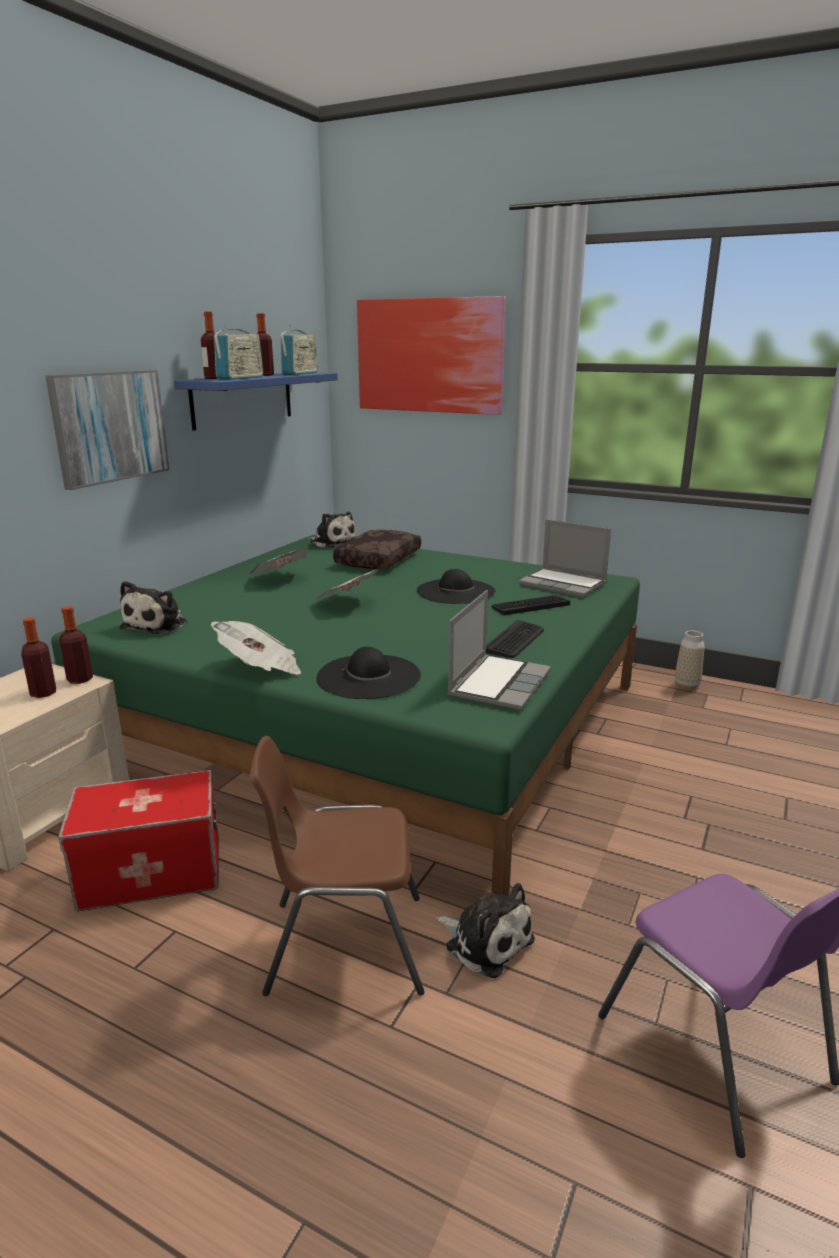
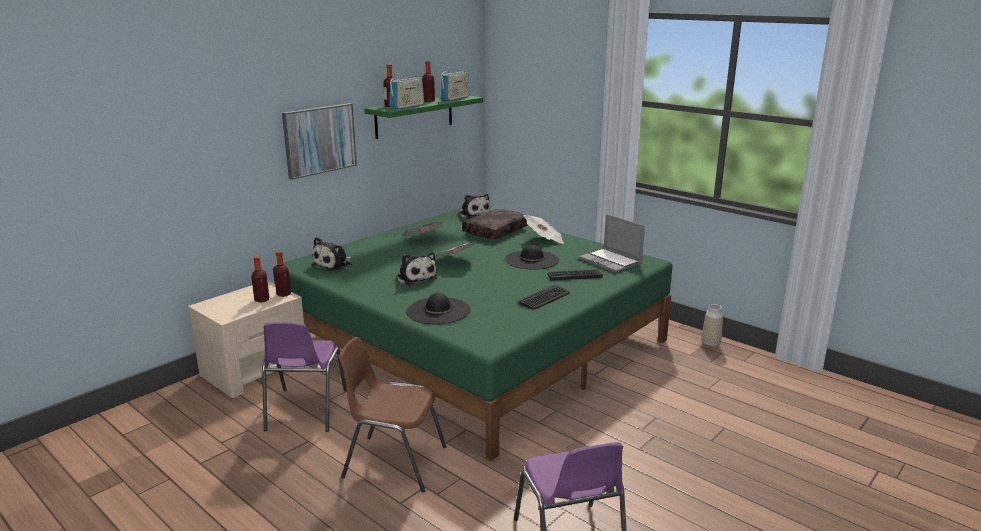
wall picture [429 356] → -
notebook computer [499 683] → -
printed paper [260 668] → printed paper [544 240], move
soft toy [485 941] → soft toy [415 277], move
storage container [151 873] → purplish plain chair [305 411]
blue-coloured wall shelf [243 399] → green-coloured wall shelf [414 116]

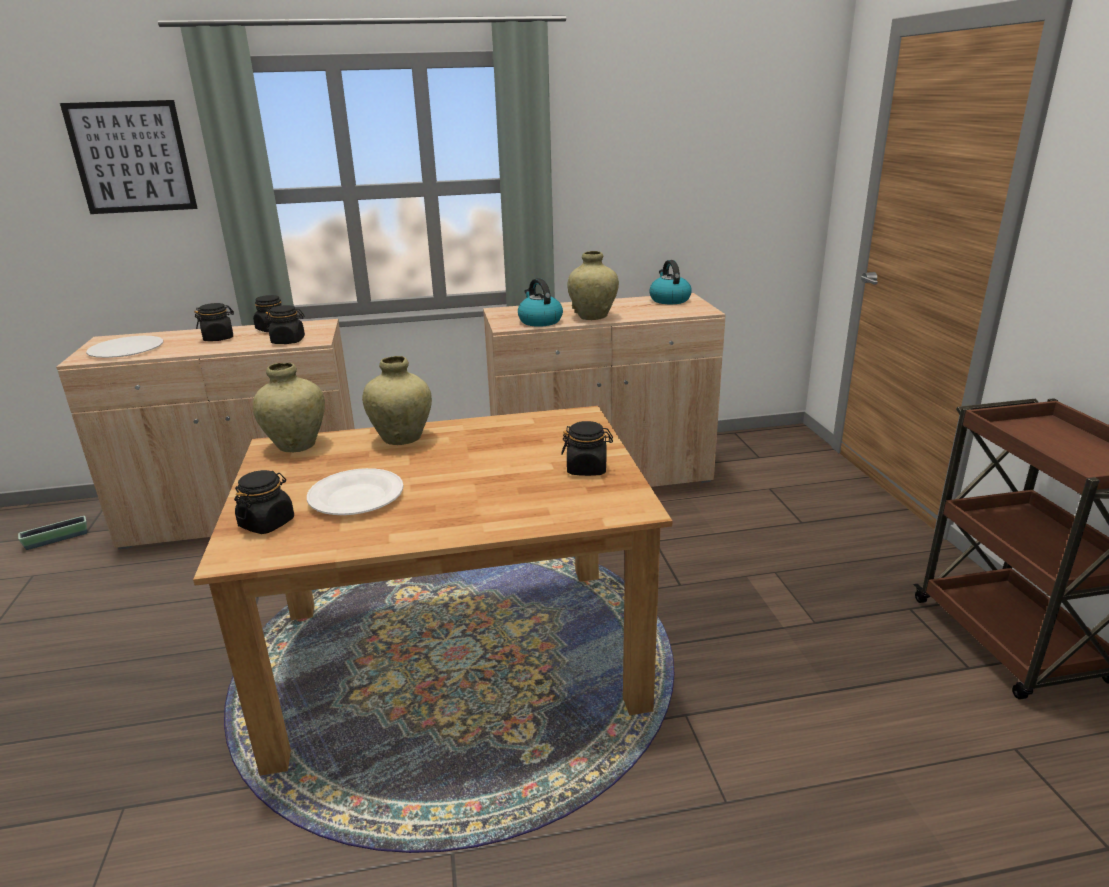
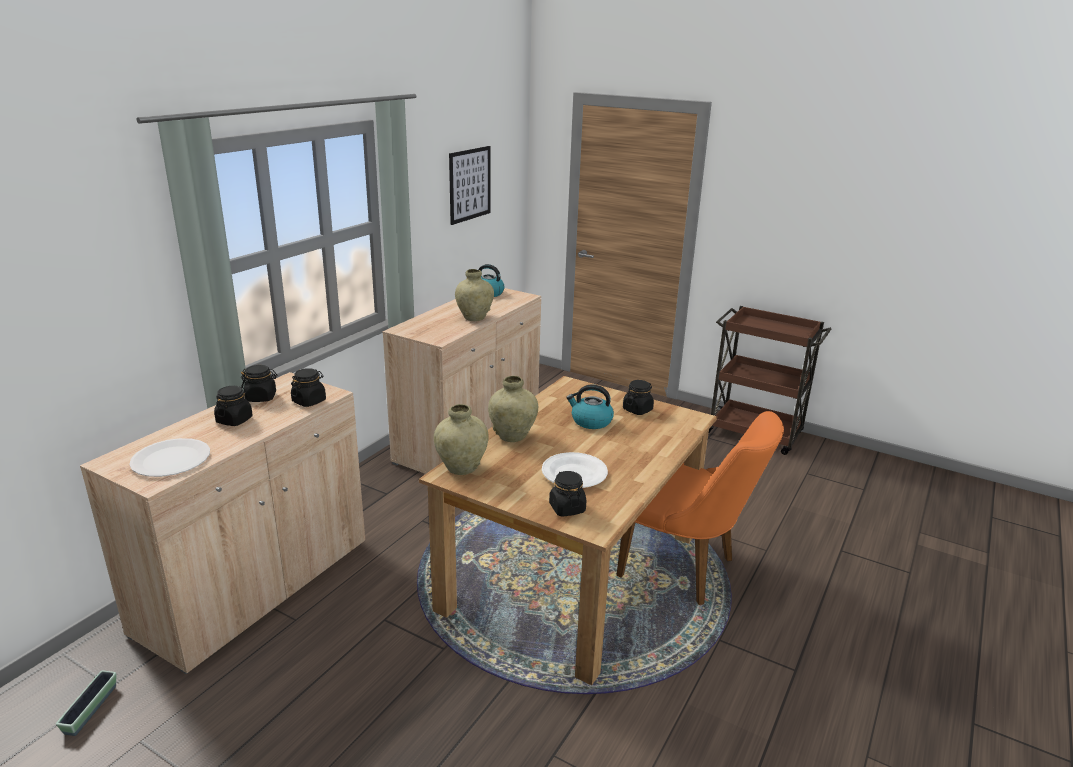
- → orangey plain chair [687 570]
wall picture [131 157] → wall picture [470 184], move
water kettle [539 321] → water kettle [590 421], move

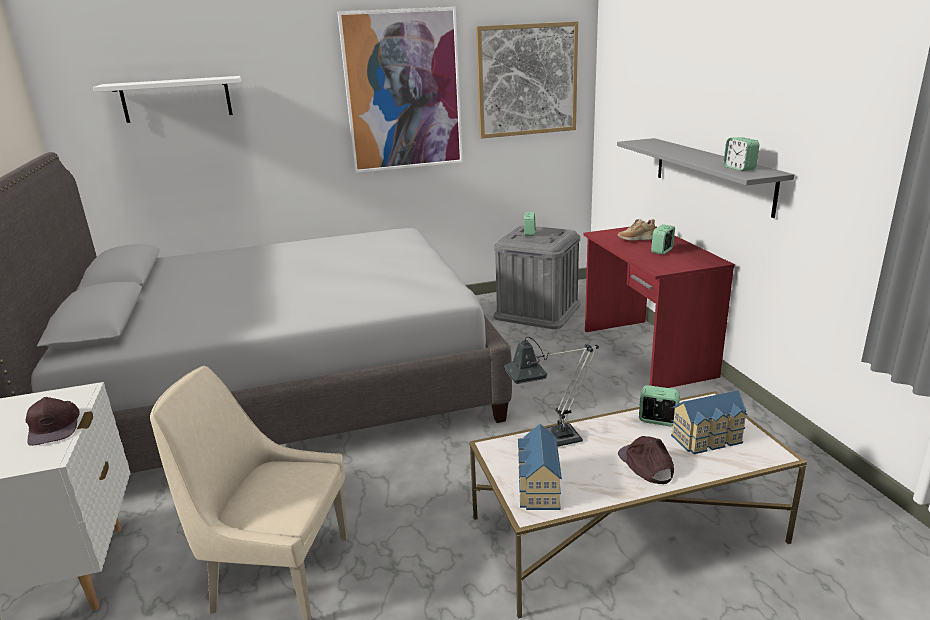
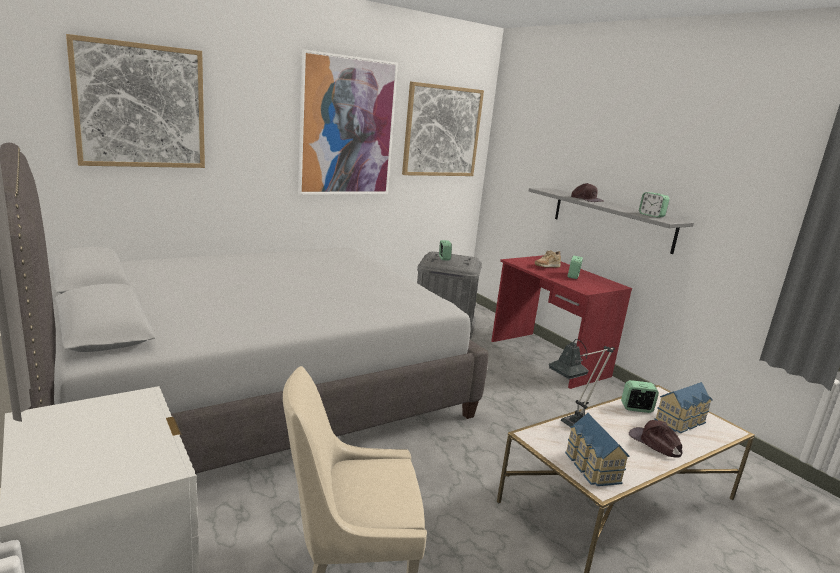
brown-coloured baseball cap [55 426] → brown-coloured baseball cap [586 199], move
whitish wall shelf [176 99] → wall picture [140 106]

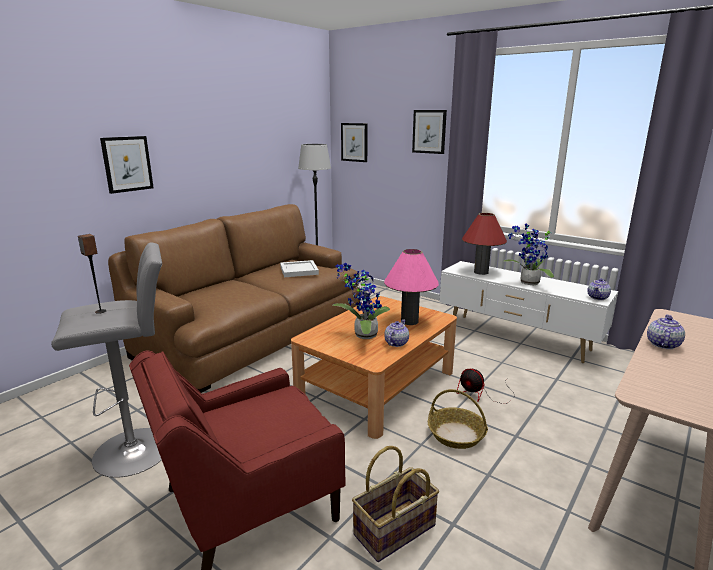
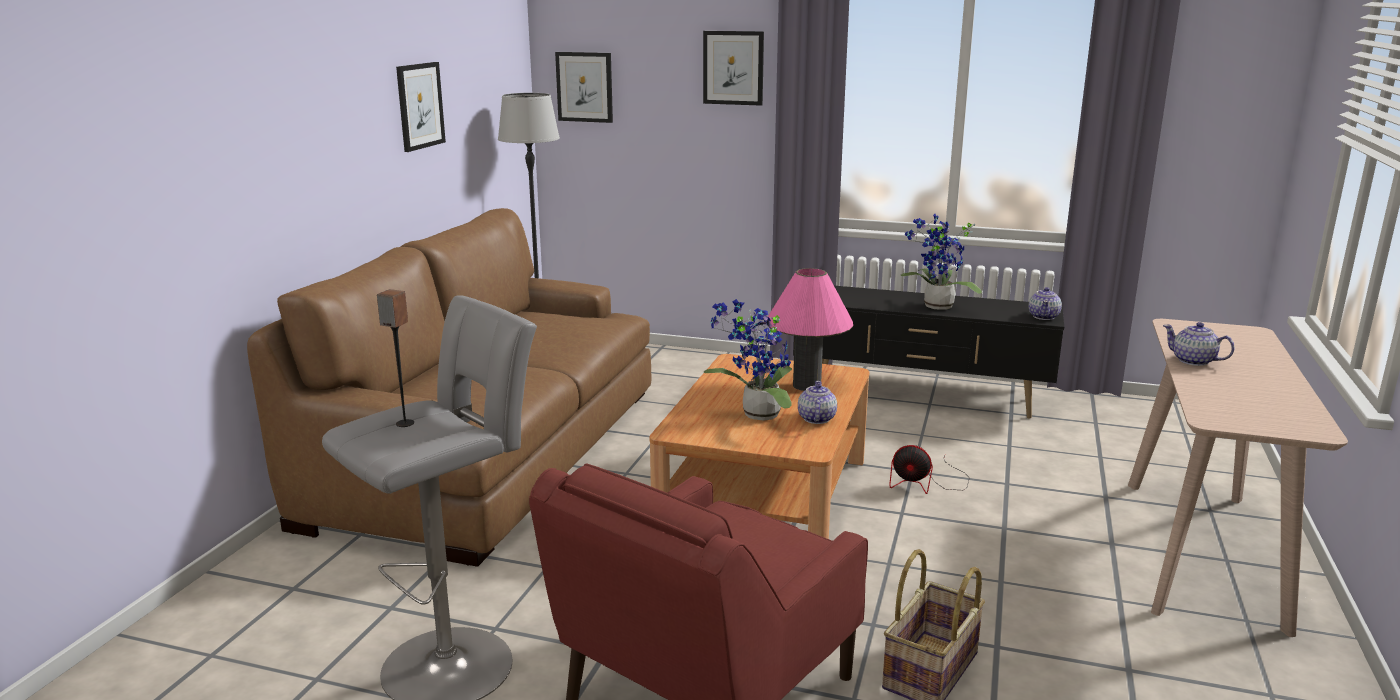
whitish tray [299 270] → -
storage basket [456 434] → -
red-coloured table lamp [481 272] → -
wall picture [127 164] → wall picture [420 106], move
whitish tv unit [517 338] → black tv unit [921 397]
tea pot [662 344] → tea pot [1194 361], 60 degrees counterclockwise

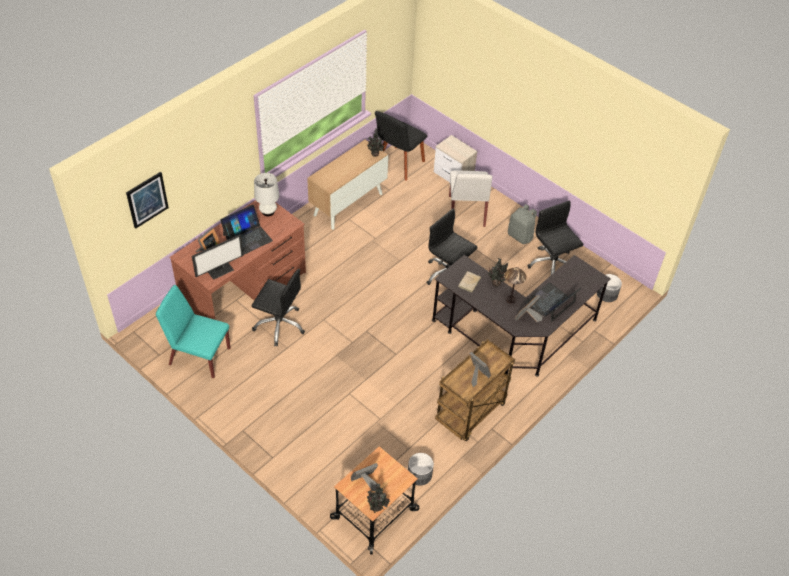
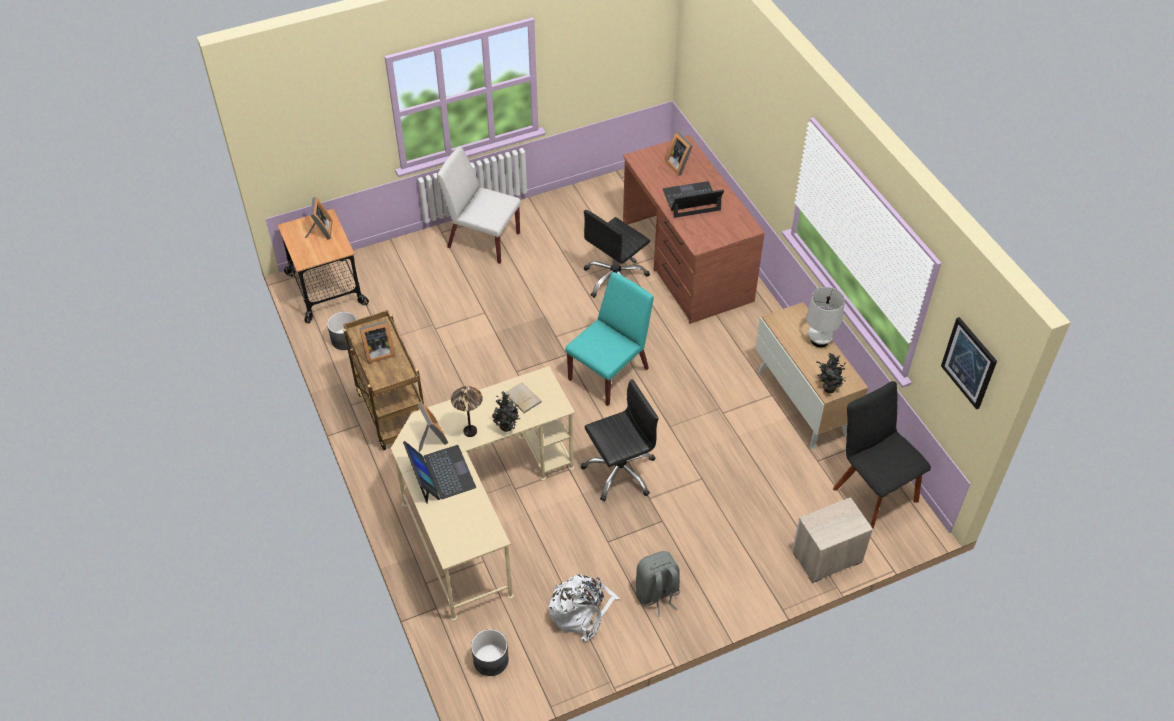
computer screen [220 270] → -
potted plant [377 508] → -
wall picture [147 199] → wall picture [969 363], move
blue-green plain chair [199 356] → blue-green plain chair [609 373], move
whitish table lamp [268 212] → whitish table lamp [819 340], move
whitish plain chair [466 211] → whitish plain chair [482 240], move
black computer chair [552 265] → whitish knapsack [581 610]
black desk unit [516 335] → sand-coloured desk unit [478 508]
notebook computer [247 237] → notebook computer [691 200], 90 degrees clockwise

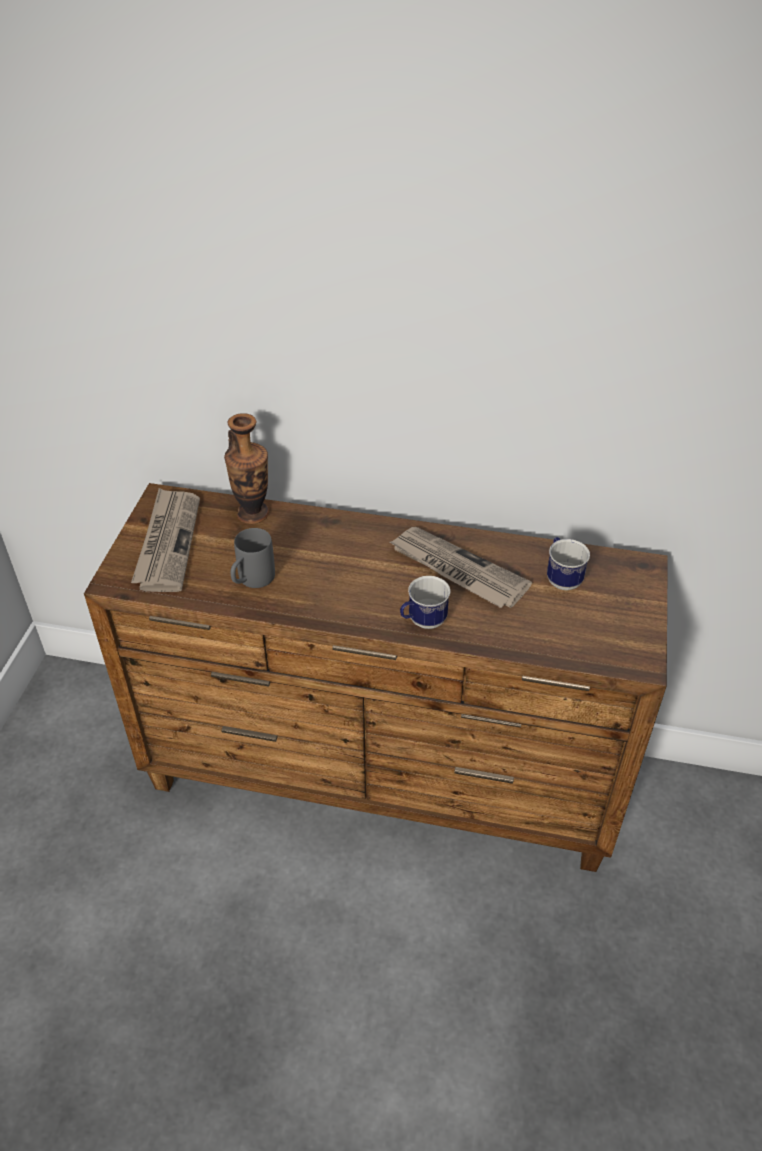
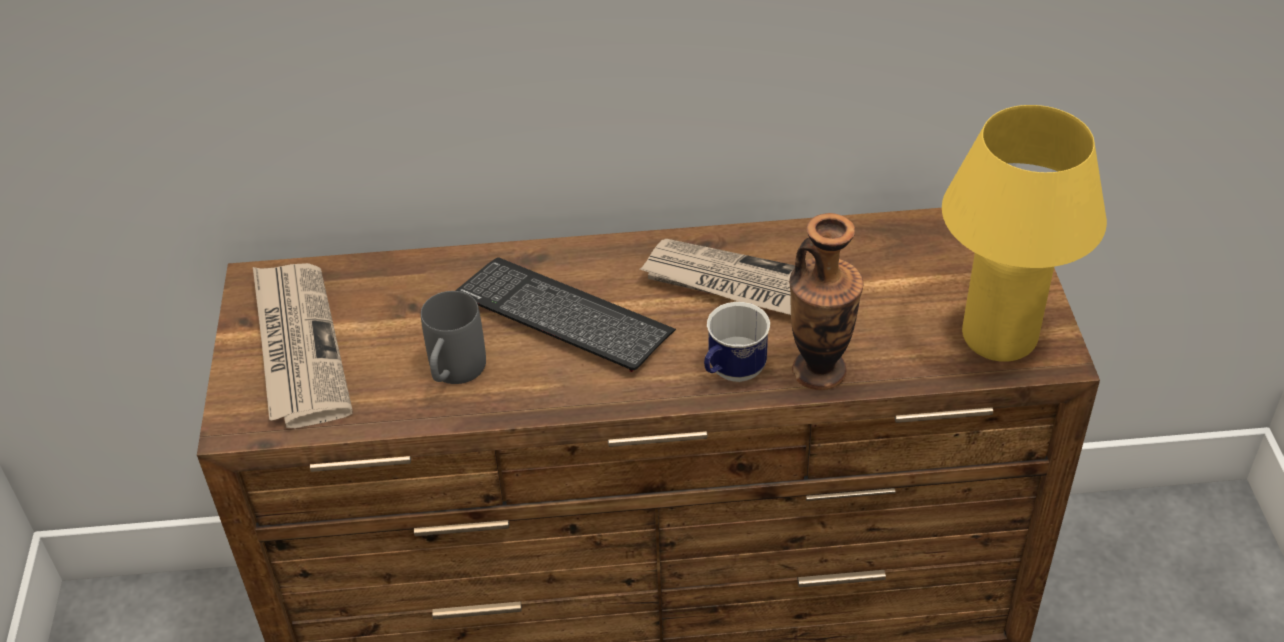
tea mug [561 578] → -
- → keyboard [563 317]
- → yellowish table lamp [999 337]
flower vase [253 514] → flower vase [819 371], move

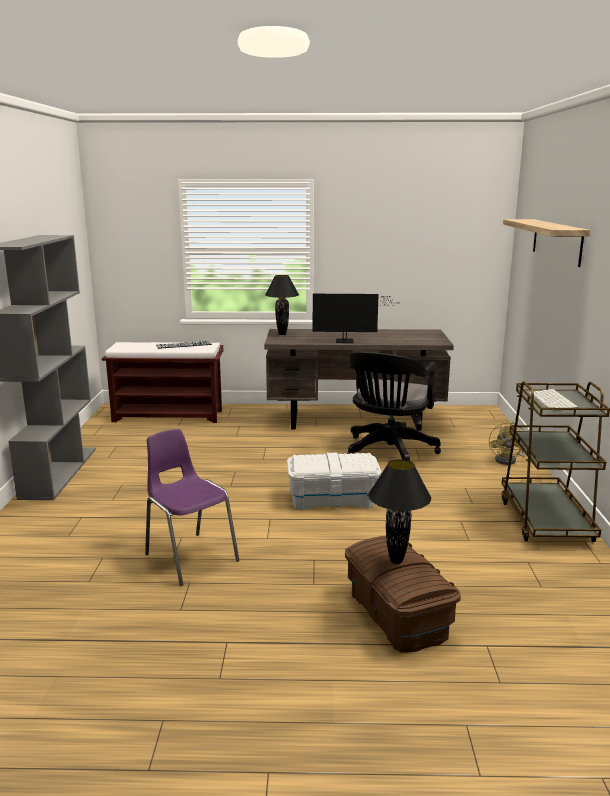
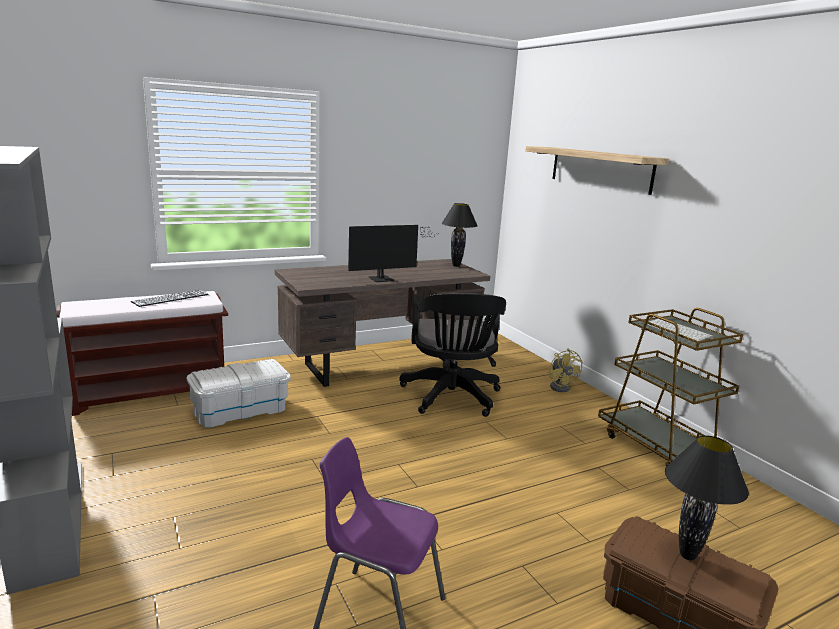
black table lamp [282 334] → black table lamp [456 265], move
whitish storage container [333 498] → whitish storage container [240 410], move

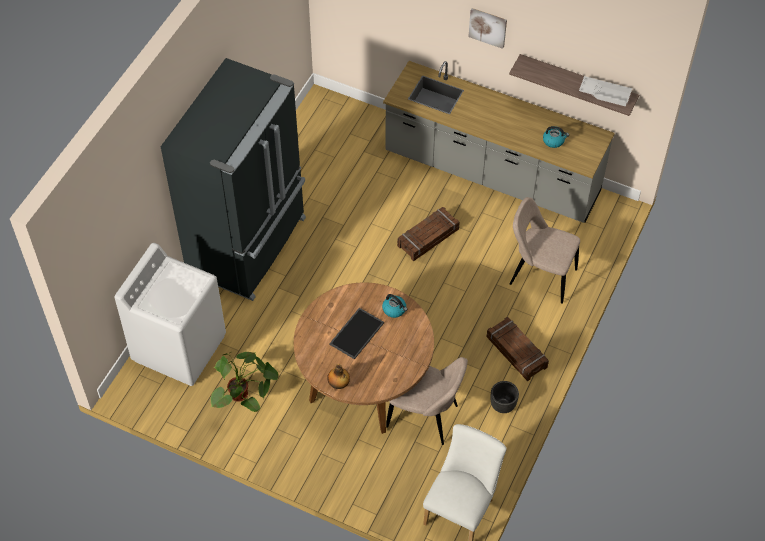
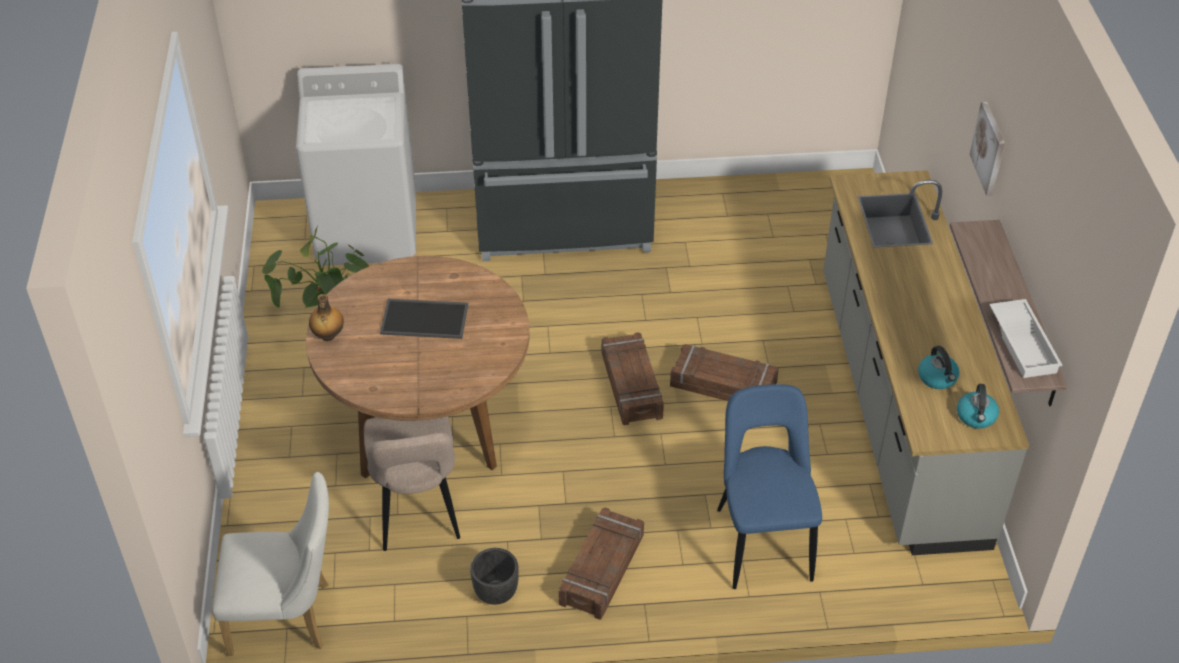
- → packing crate [632 385]
water kettle [394 309] → water kettle [976 417], move
sand-coloured plain chair [539 276] → blue-coloured plain chair [762 540]

